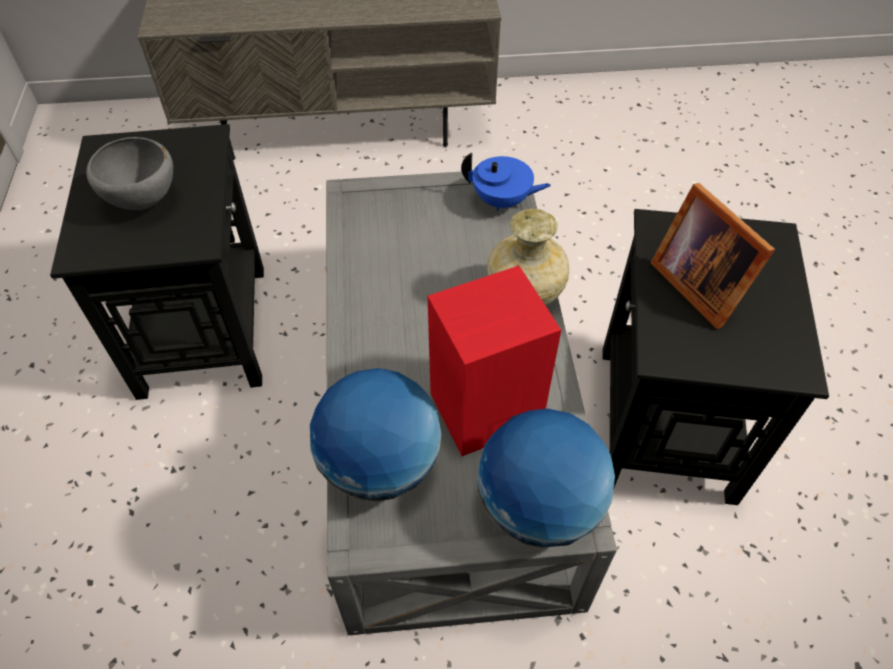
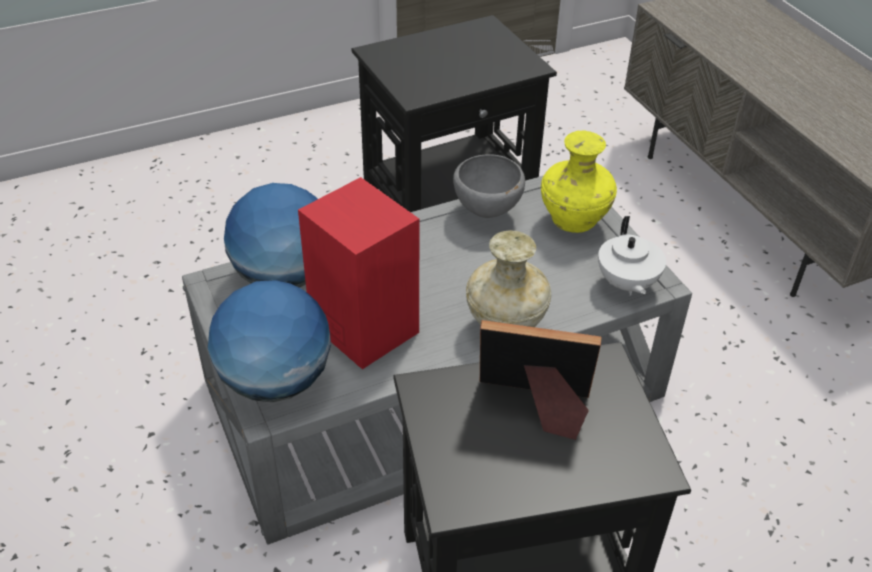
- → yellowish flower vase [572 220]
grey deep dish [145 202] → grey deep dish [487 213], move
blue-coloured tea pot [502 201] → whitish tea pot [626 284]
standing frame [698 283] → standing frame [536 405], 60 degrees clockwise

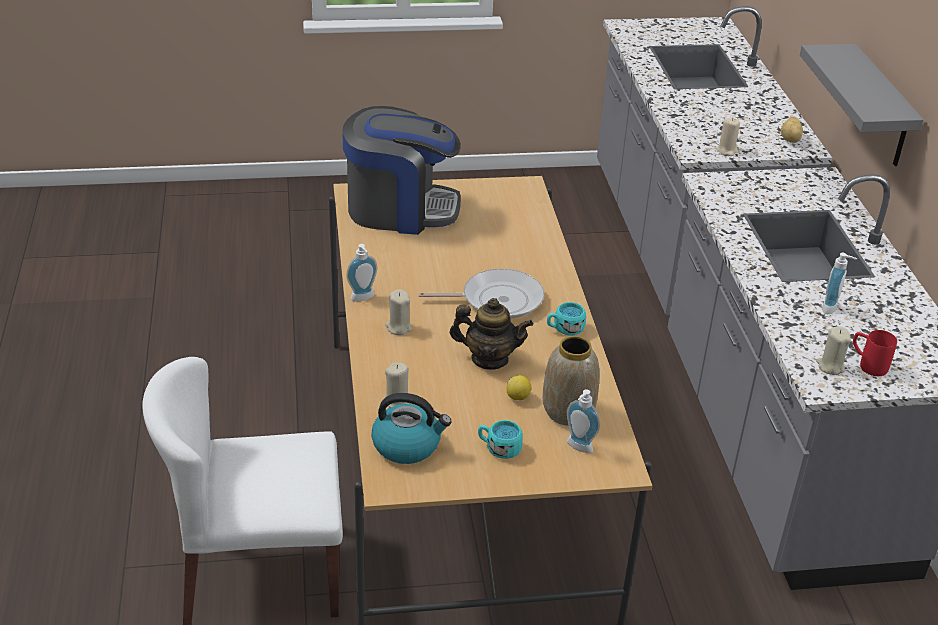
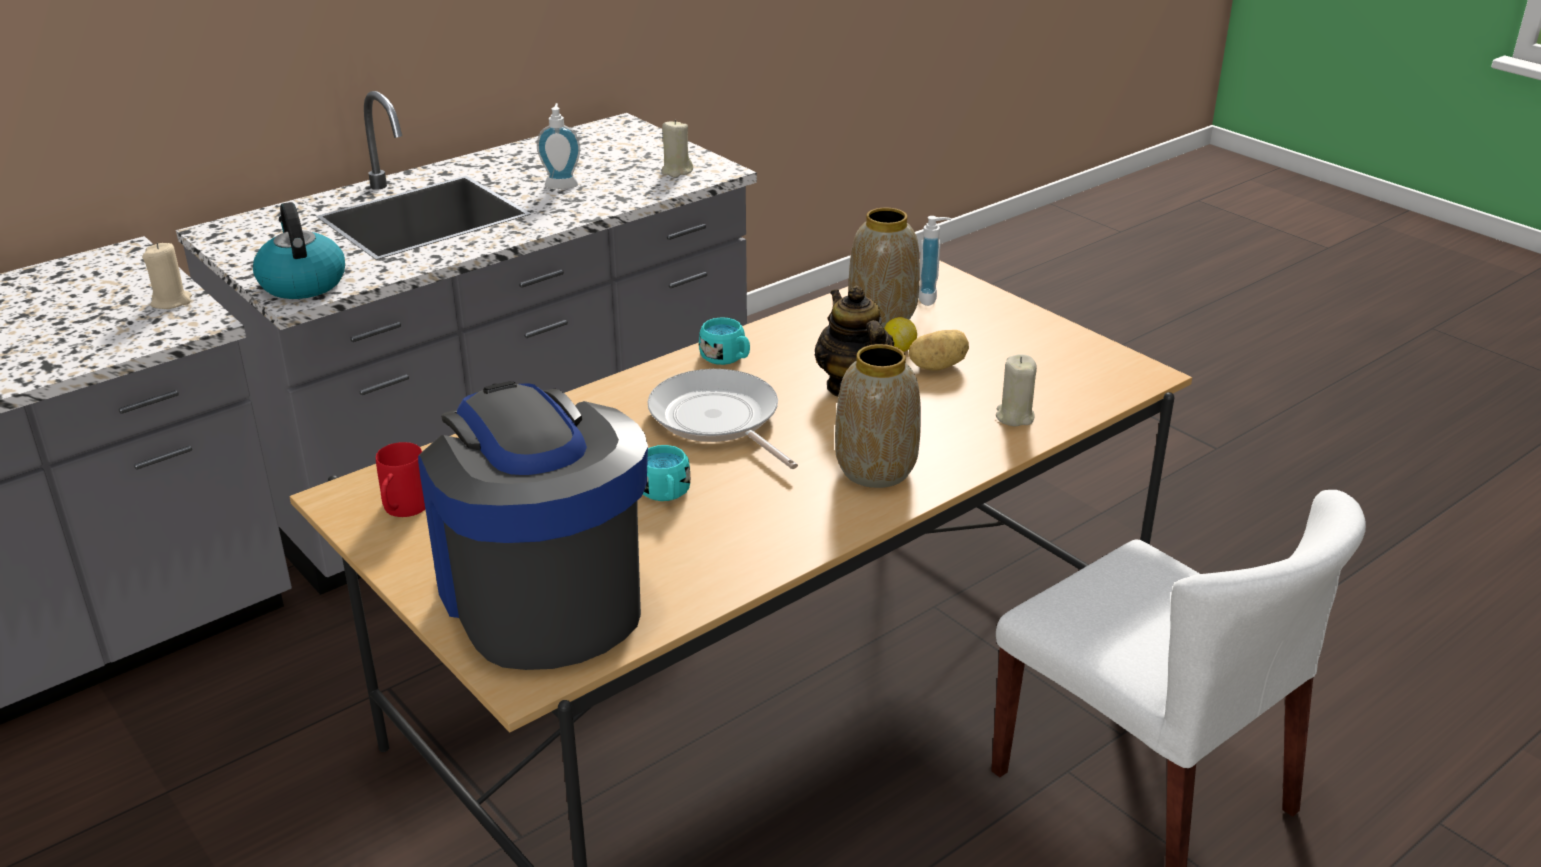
soap dispenser [363 298] → -
grey wall shelf [880 108] → -
water kettle [407 445] → water kettle [302 283], move
blue-green tea mug [499 448] → blue-green tea mug [666 494], move
potato [790 139] → potato [937 366], move
red-coloured tea mug [867 364] → red-coloured tea mug [402 511], move
sand-coloured wax light [398 327] → flower vase [874 470]

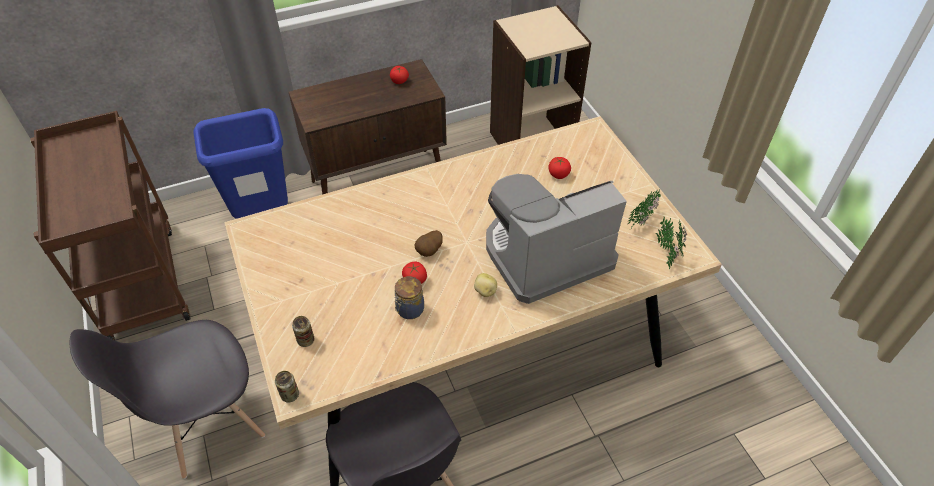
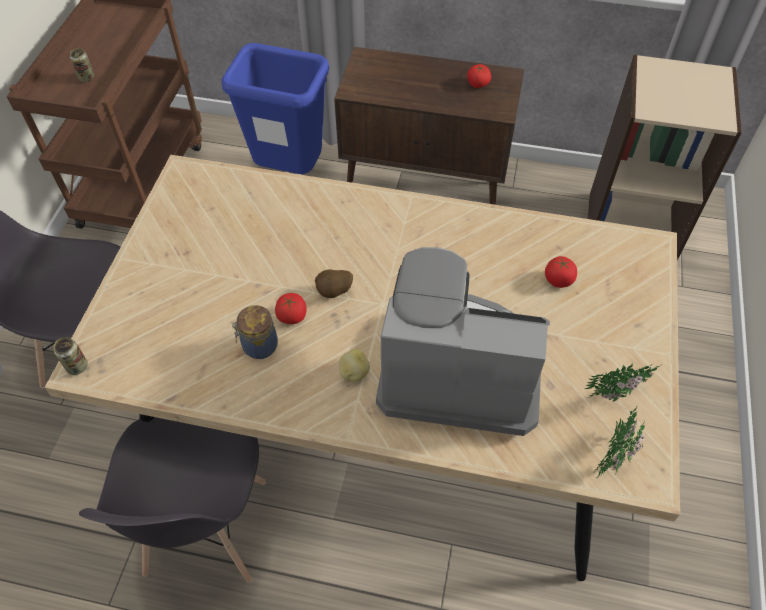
metal can [306 340] → metal can [86 77], move

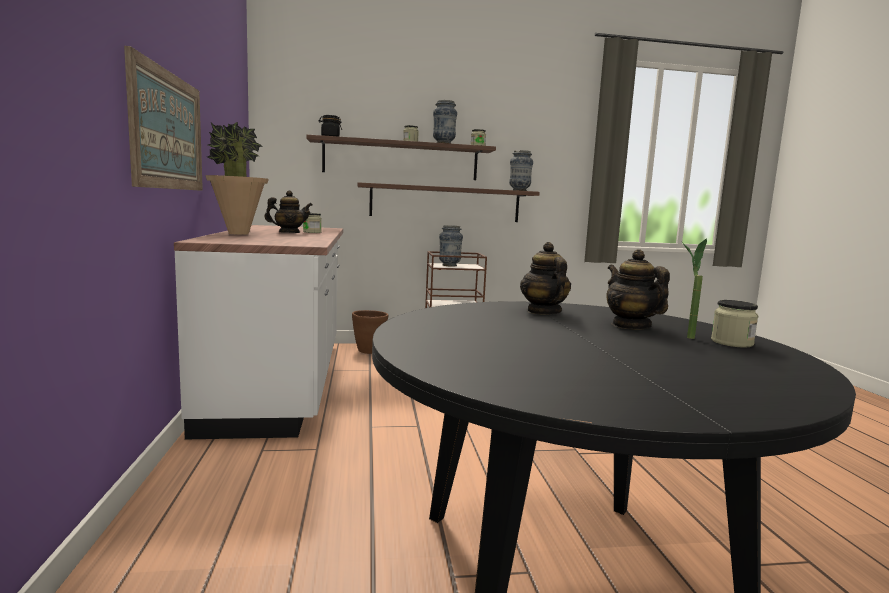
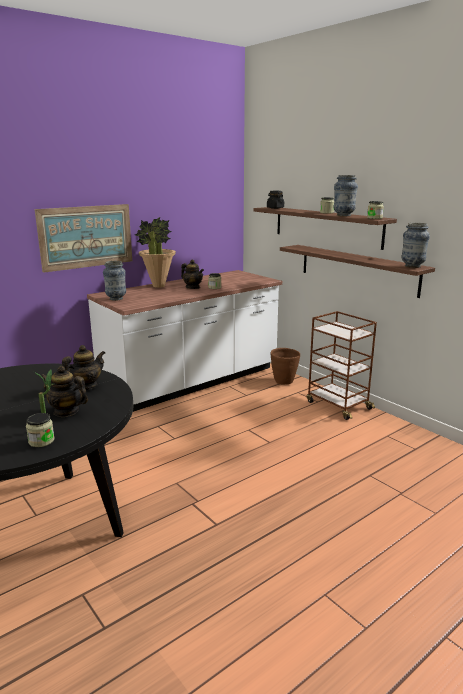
flower vase [449 265] → flower vase [116 299], move
tea pot [630 326] → tea pot [66 411], 105 degrees counterclockwise

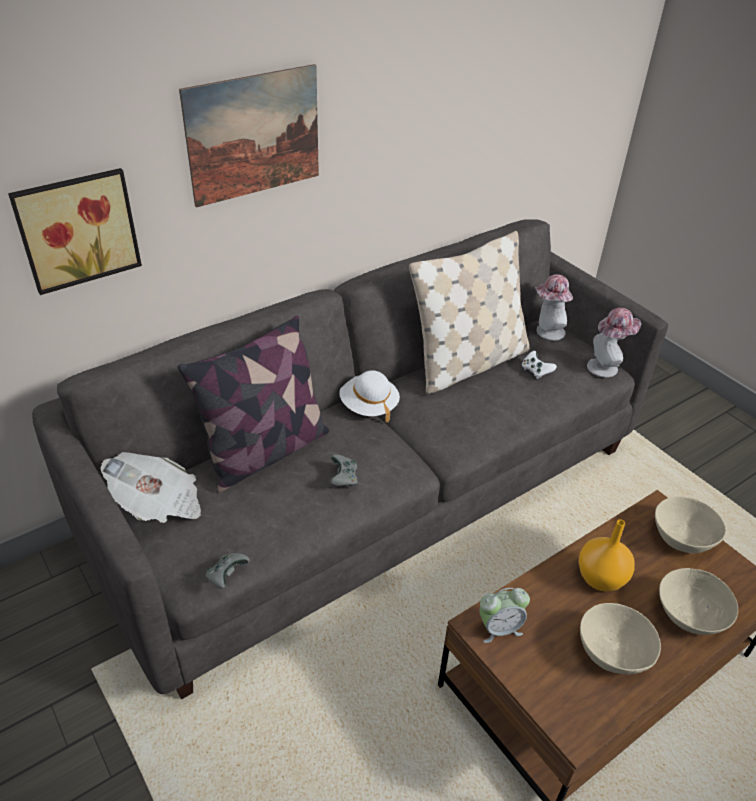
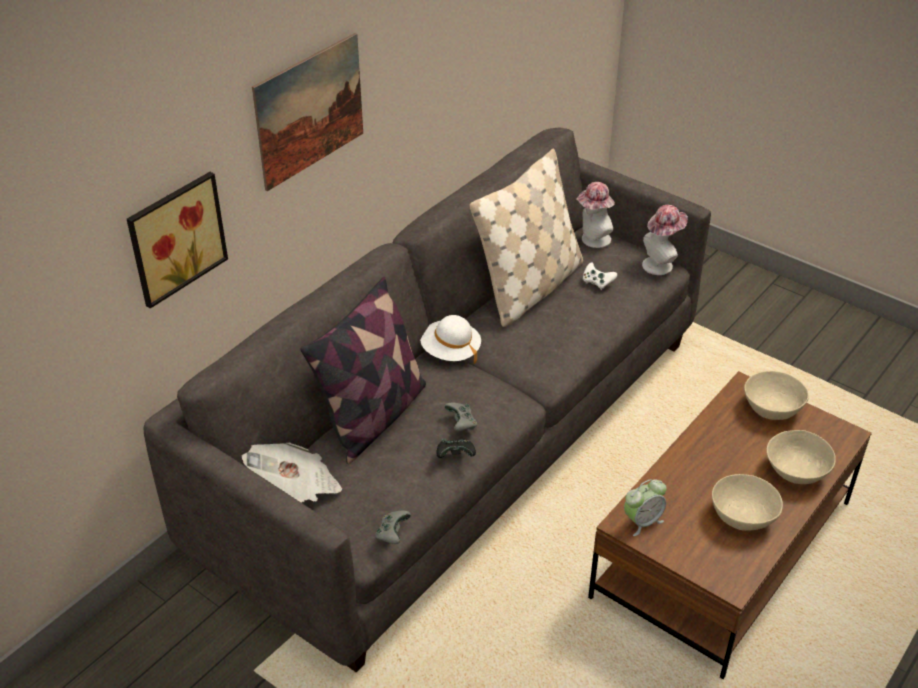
orangey flower vase [599 578] → -
- → black gamepad [455 455]

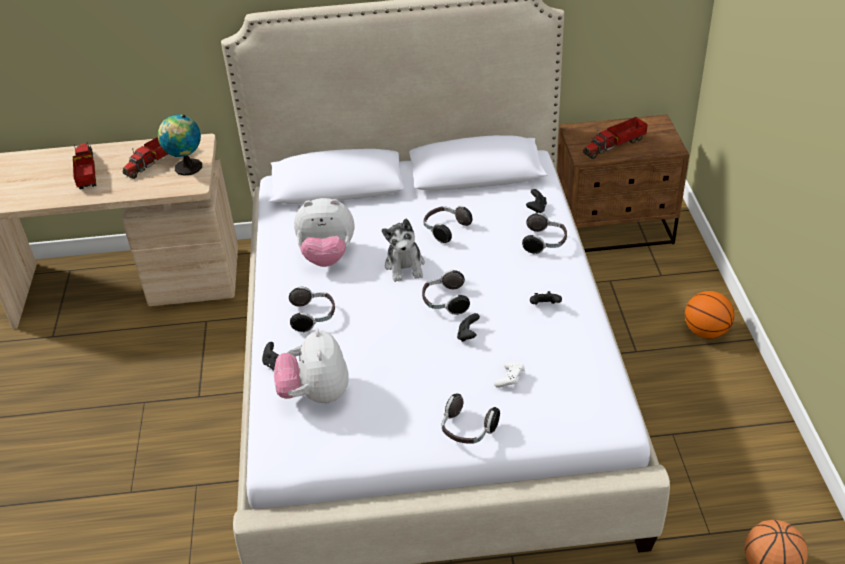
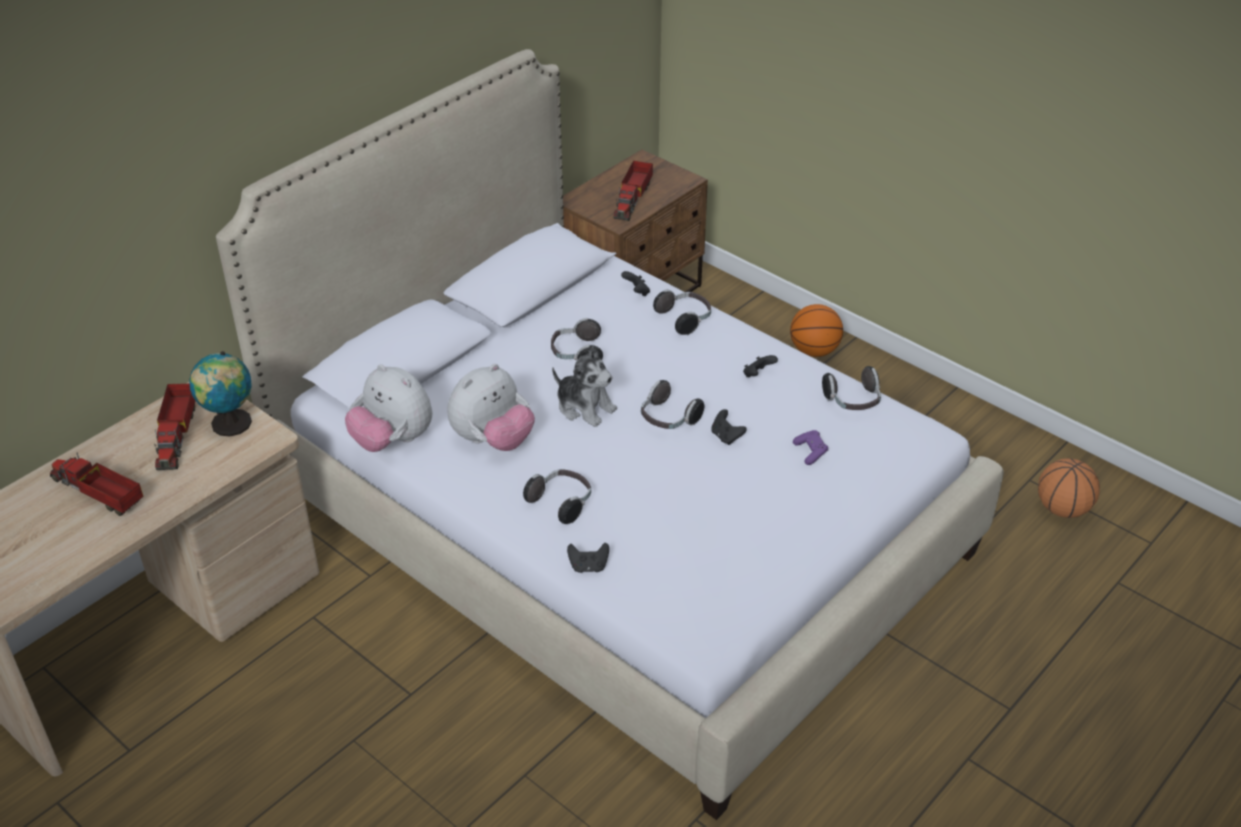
soft toy [316 394] → soft toy [393 440], move
pair of headphones [467 430] → pair of headphones [853 401], move
whitish gamepad [510 379] → purplish gamepad [810 452]

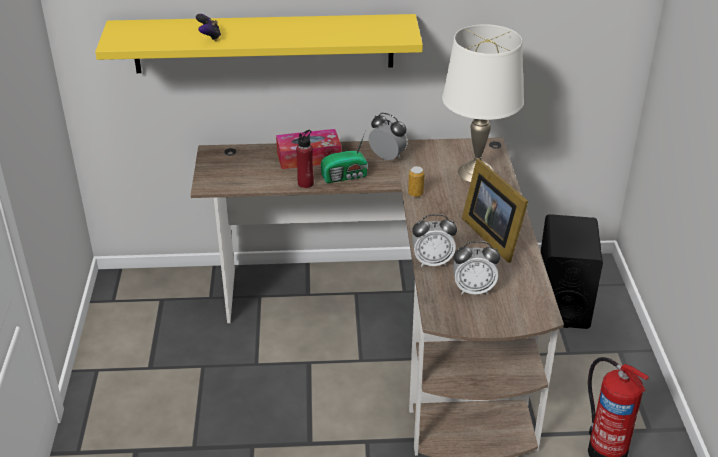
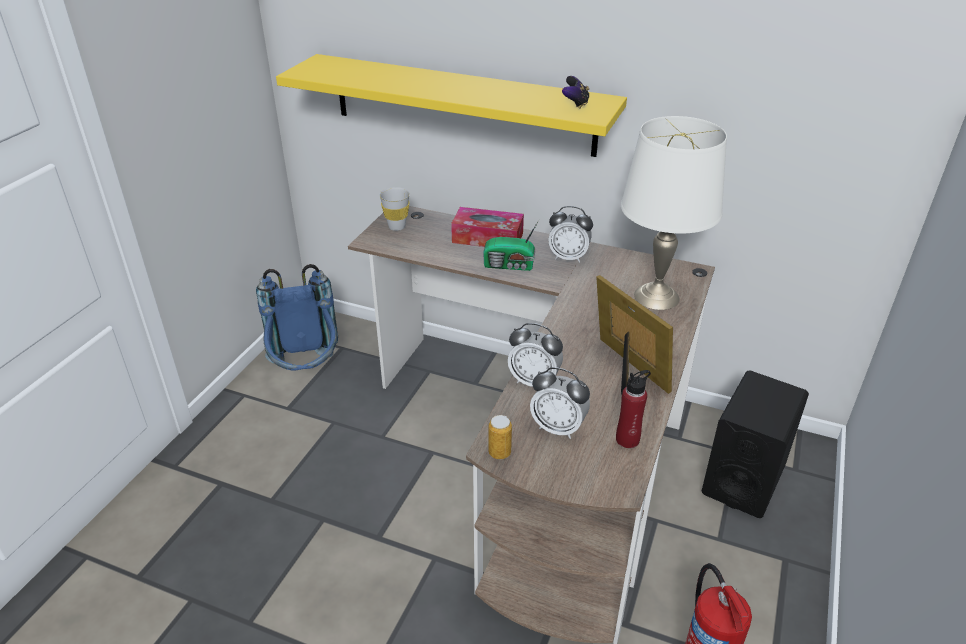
- → blue-coloured knapsack [306 372]
- → whitish small cup [397 227]
gamepad [209 37] → gamepad [575 104], move
red-coloured drink bottle [305 183] → red-coloured drink bottle [627 439], move
metal can [415 194] → metal can [499 452], move
table clock [387 157] → table clock [568 257], 135 degrees clockwise
standing frame [493 235] → standing frame [626 371], 150 degrees clockwise

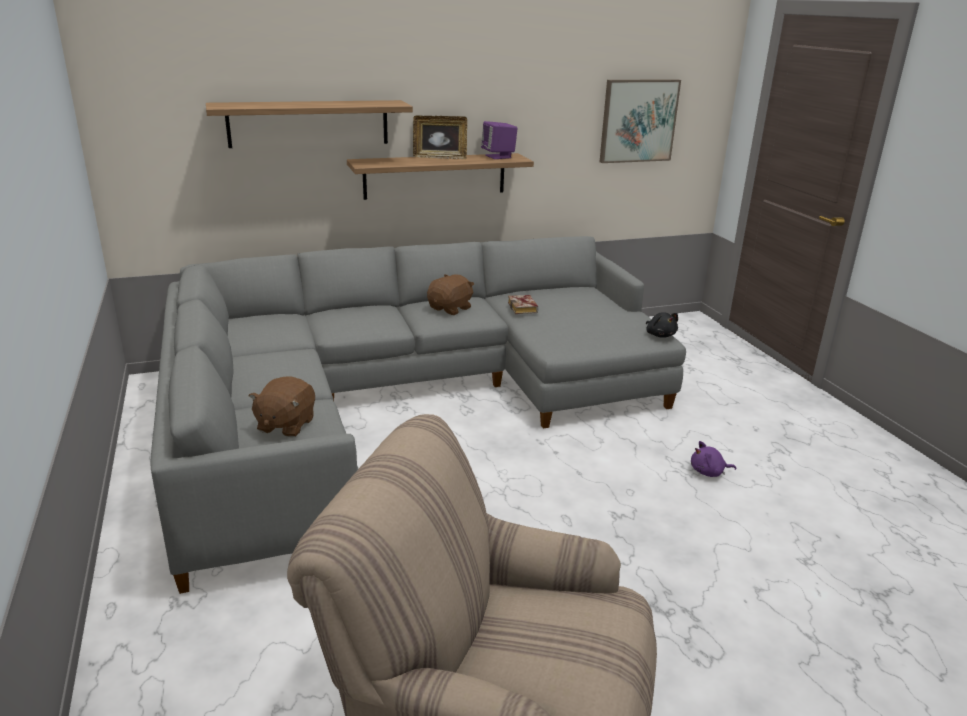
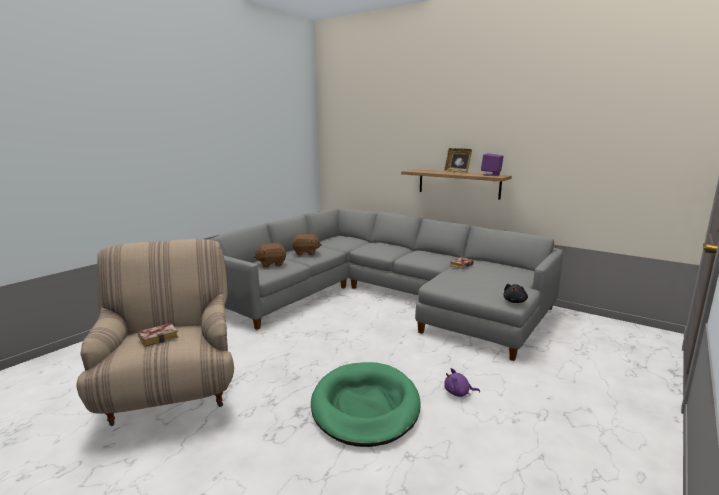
wall shelf [308 123] → -
wall picture [638 121] → -
- → book [159 337]
- → green-coloured pet bed [365 407]
brown-coloured soft toy [451 309] → brown-coloured soft toy [306 253], move
purplish soft toy [708 472] → purplish soft toy [458 393], 45 degrees counterclockwise

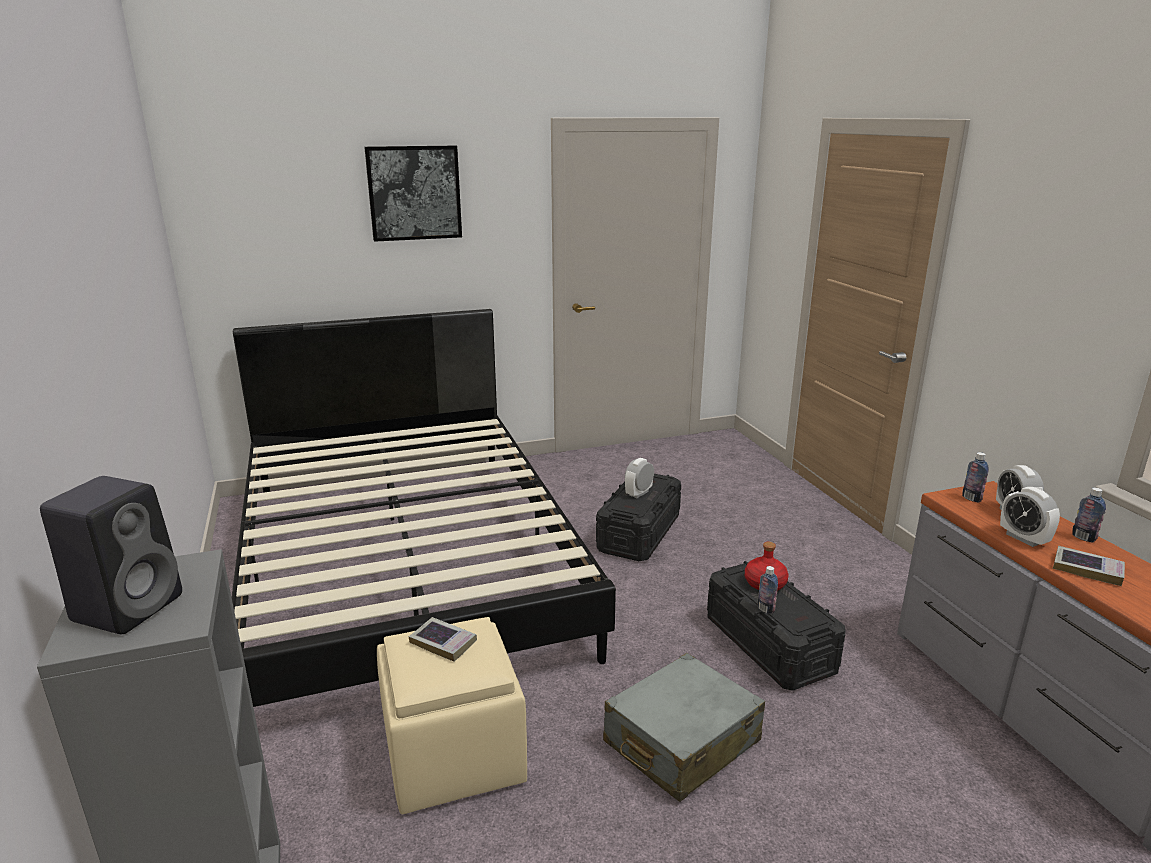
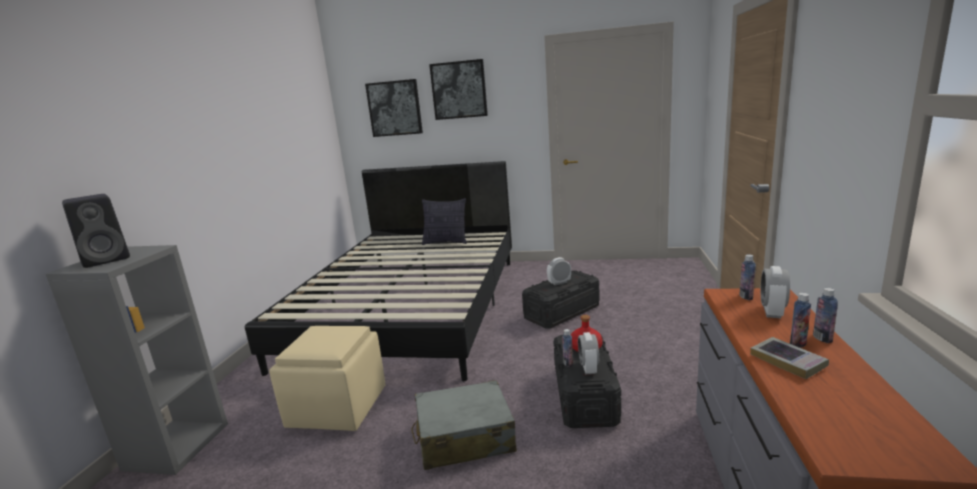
book [443 643] → -
- → wall picture [394 108]
- → pillow [446 242]
- → drink bottle [798 343]
table clock [1023 538] → table clock [588 368], move

